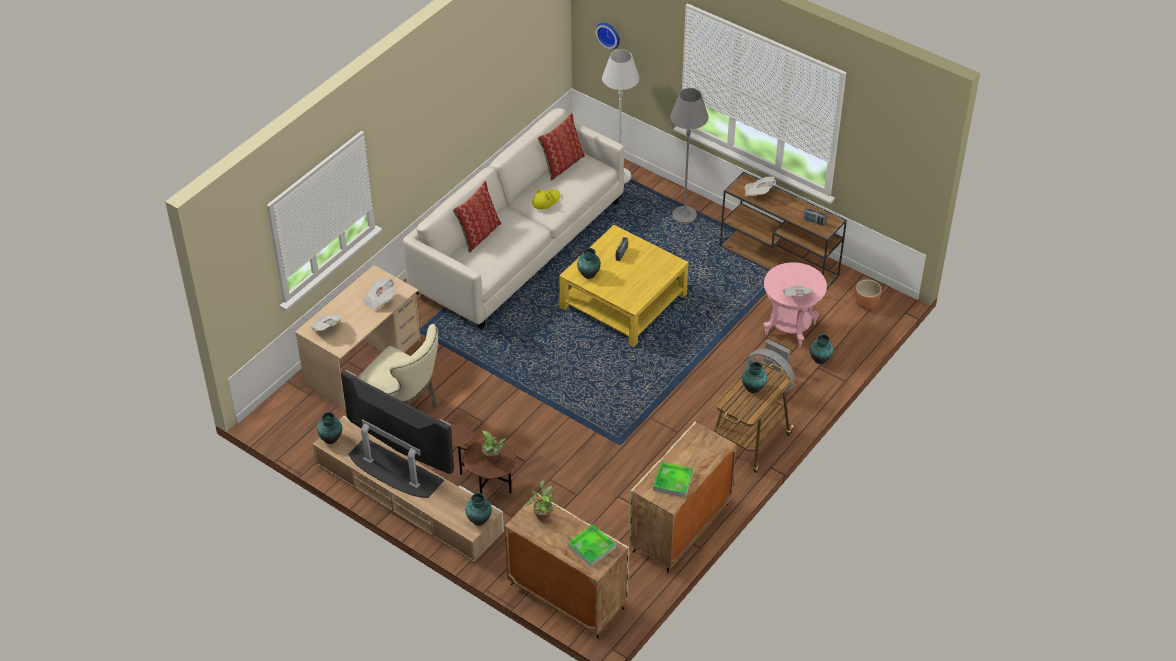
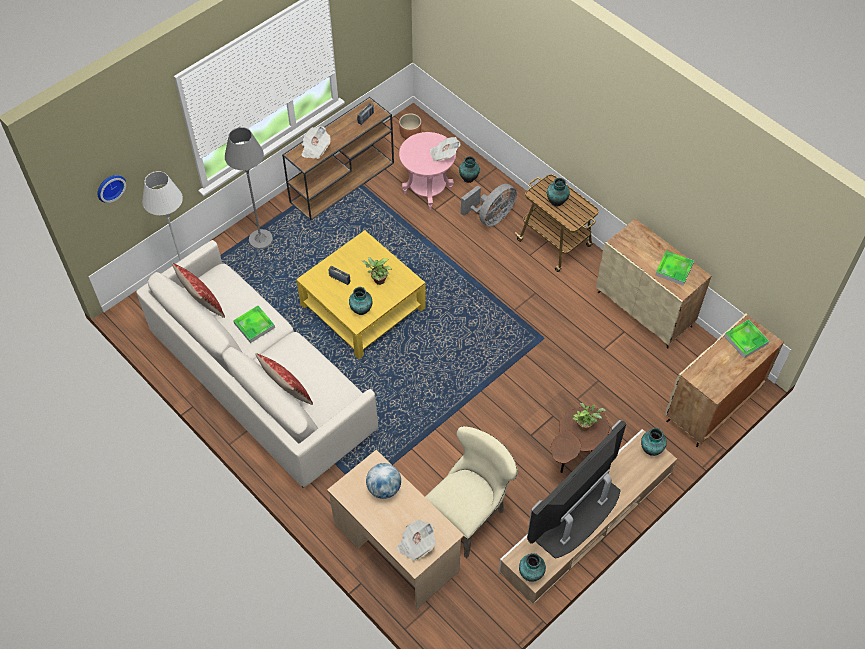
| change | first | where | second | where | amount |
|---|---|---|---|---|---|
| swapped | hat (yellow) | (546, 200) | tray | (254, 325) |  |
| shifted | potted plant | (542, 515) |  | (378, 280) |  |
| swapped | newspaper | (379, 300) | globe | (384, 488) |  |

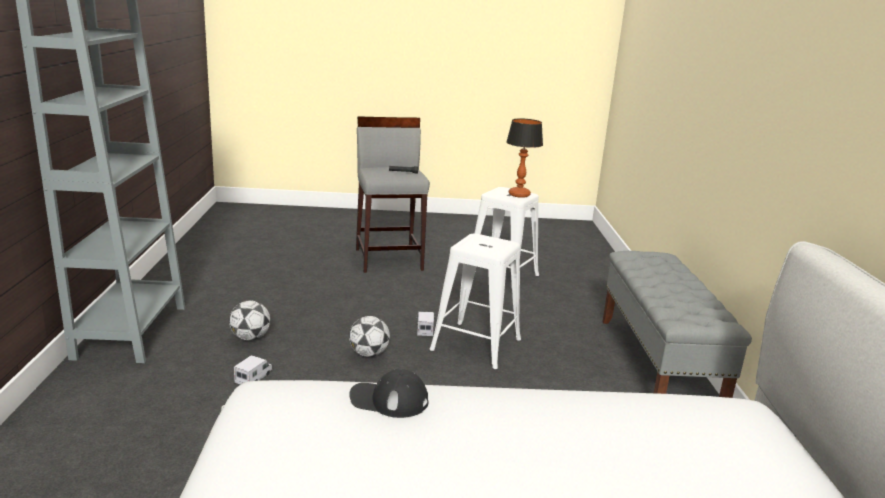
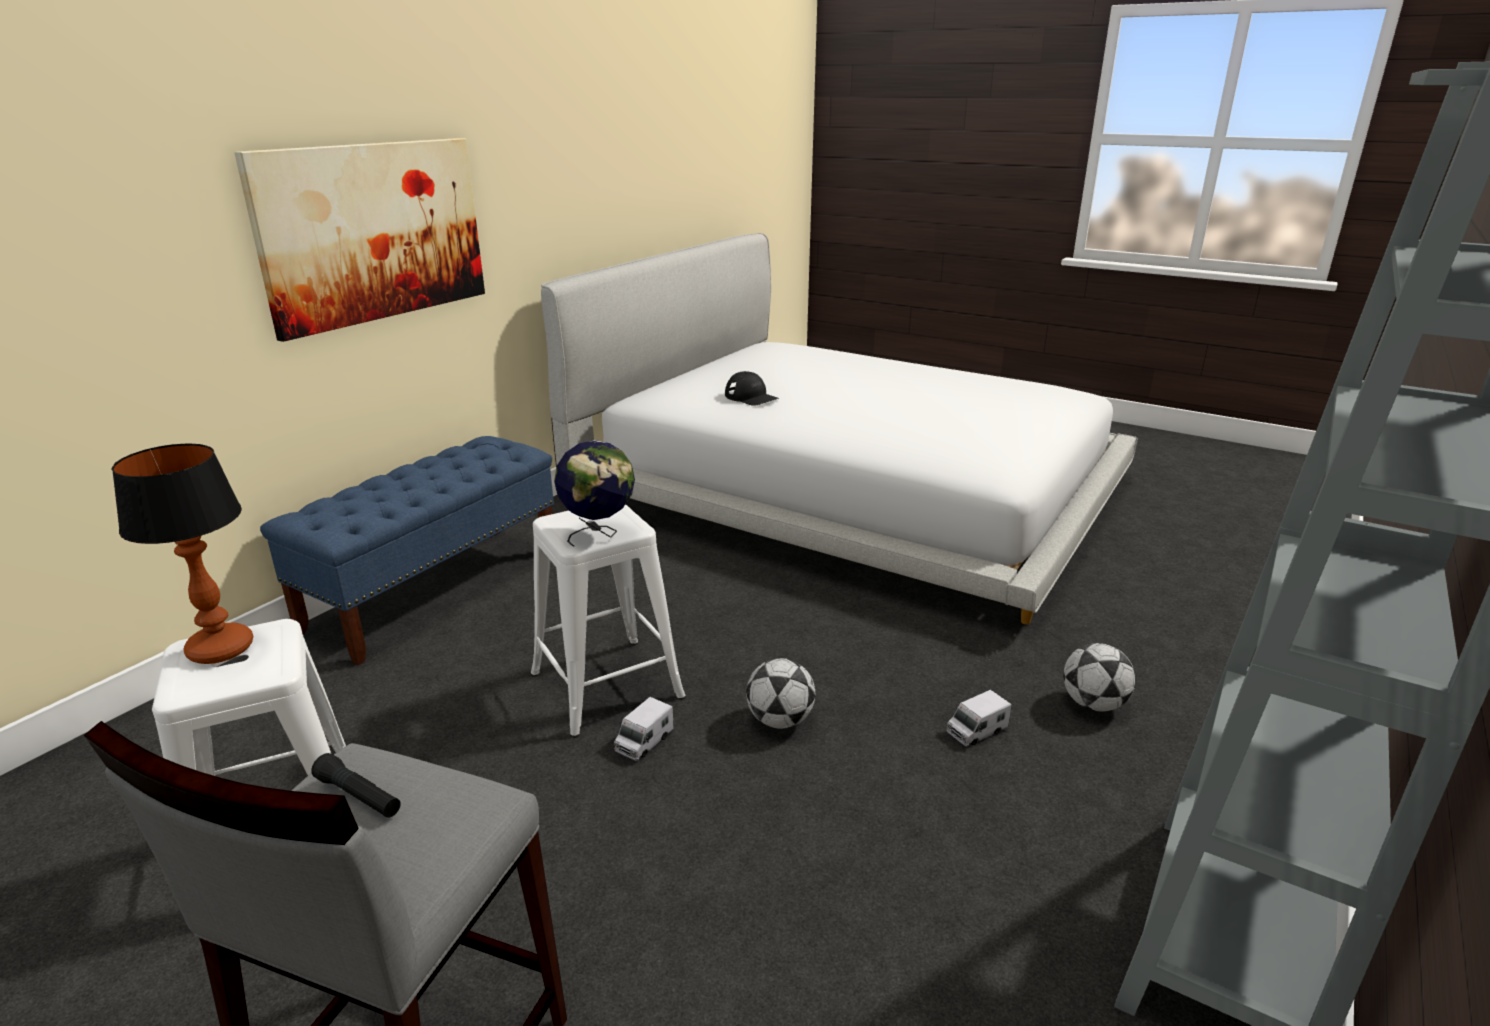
| change | first | where | second | where | amount |
|---|---|---|---|---|---|
| new |  |  | picture | (374, 232) |  |
| repainted | bench (grey) | (657, 364) | bench (blue) | (436, 589) |  |
| new |  |  | globe | (599, 534) |  |
| shifted | cap (black) | (388, 400) |  | (751, 397) |  |
| shifted | football | (250, 338) |  | (1093, 704) |  |

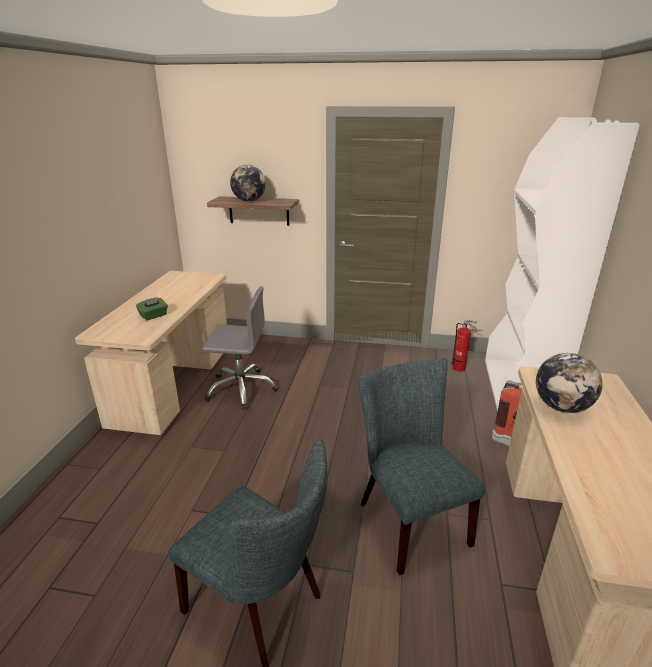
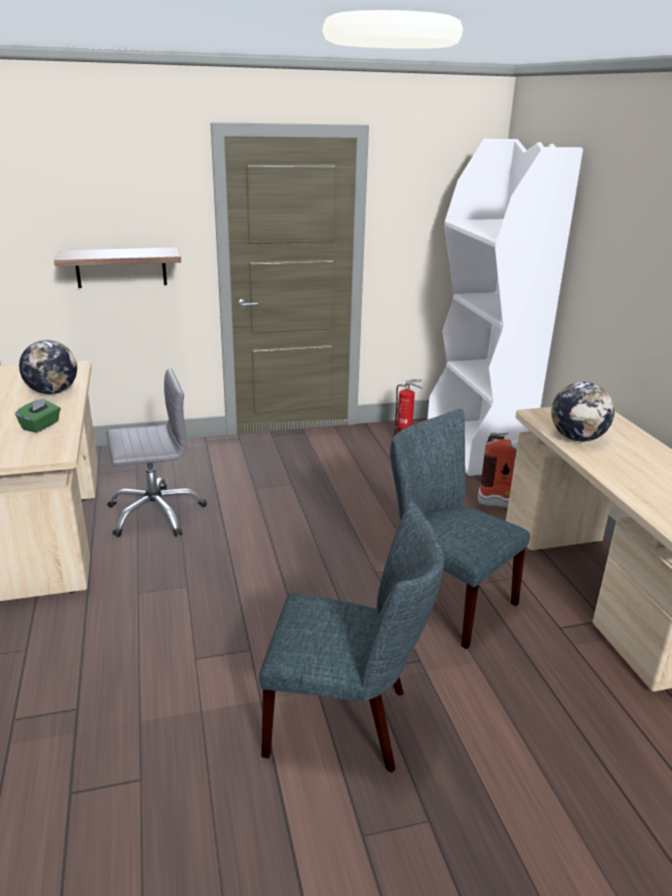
| change | first | where | second | where | amount |
|---|---|---|---|---|---|
| shifted | globe | (249, 201) |  | (52, 392) |  |

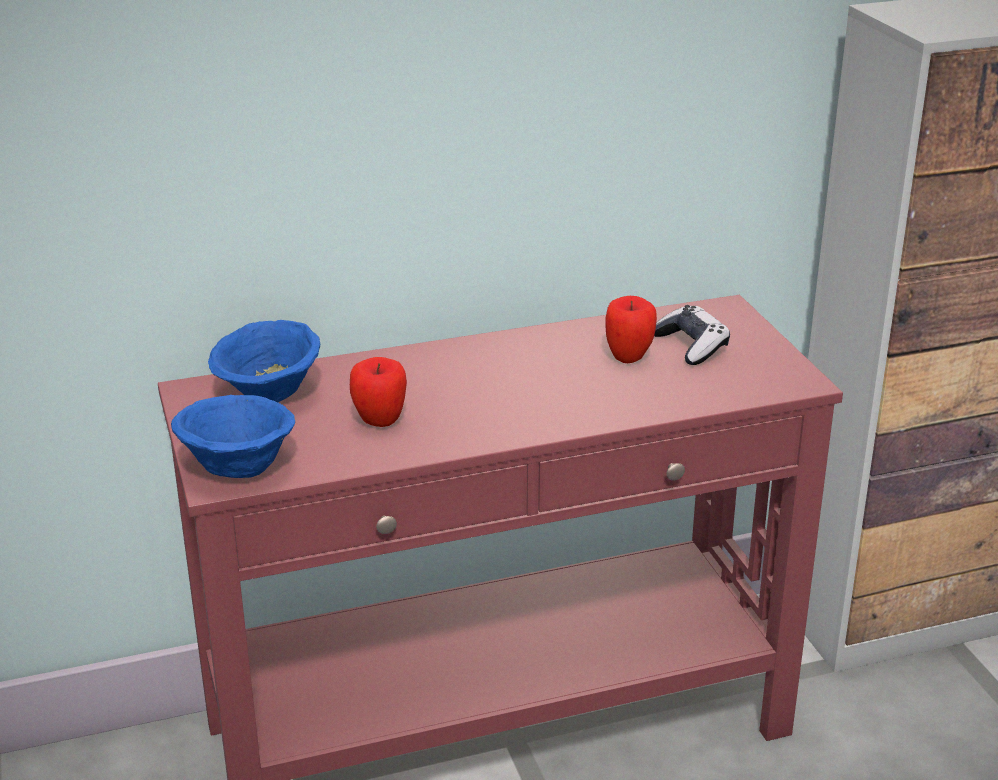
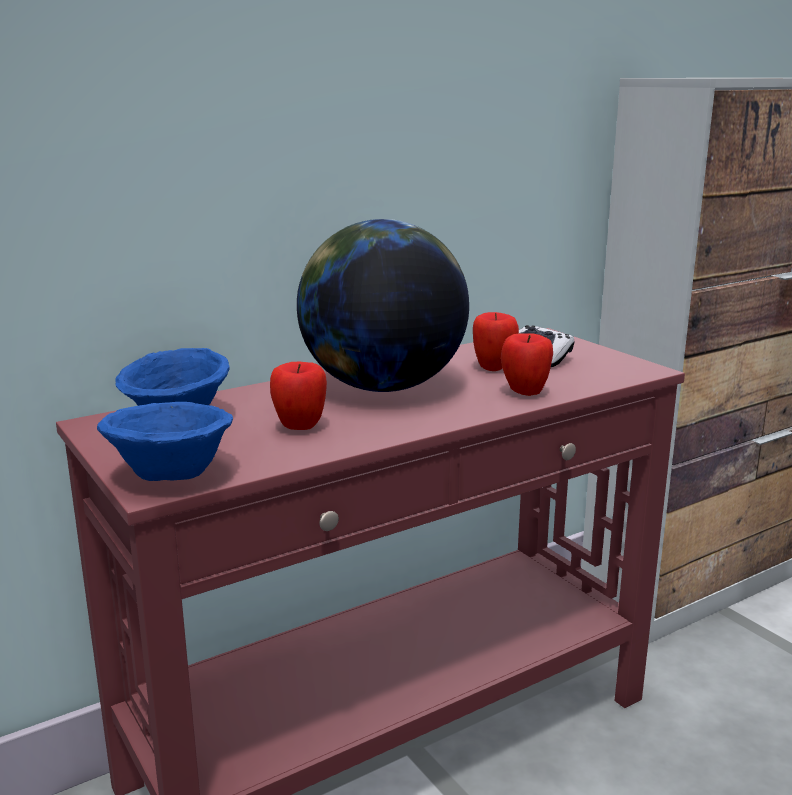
| change | first | where | second | where | amount |
|---|---|---|---|---|---|
| new |  |  | globe | (382, 387) |  |
| new |  |  | apple | (525, 393) |  |

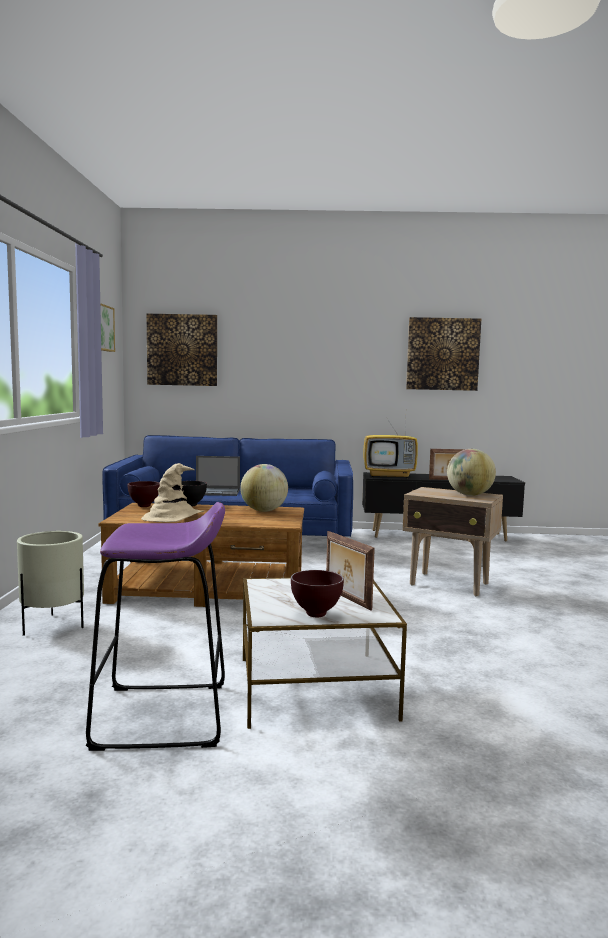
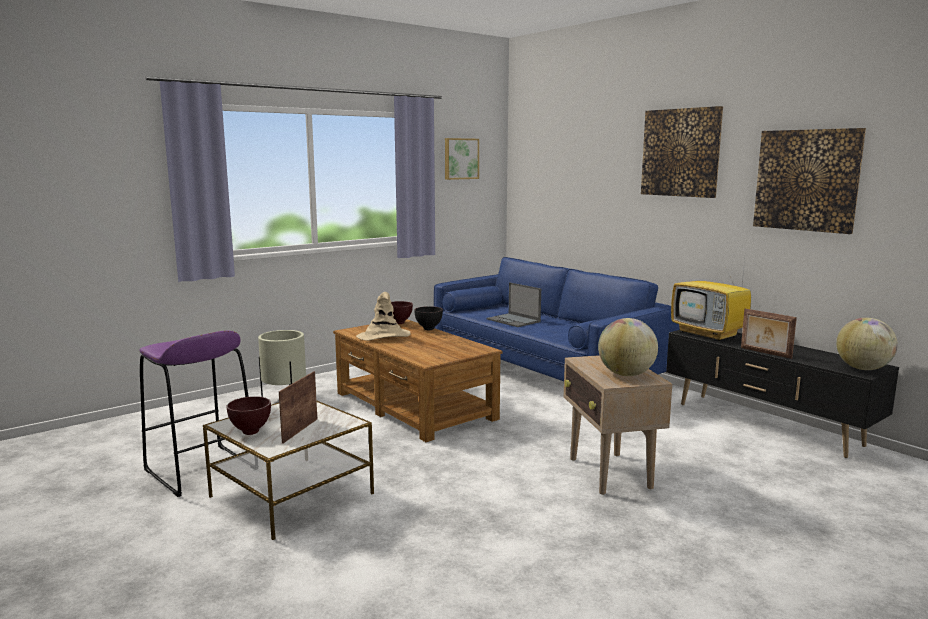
| change | first | where | second | where | amount |
|---|---|---|---|---|---|
| shifted | picture | (182, 350) |  | (681, 152) |  |
| shifted | globe | (264, 511) |  | (863, 369) |  |

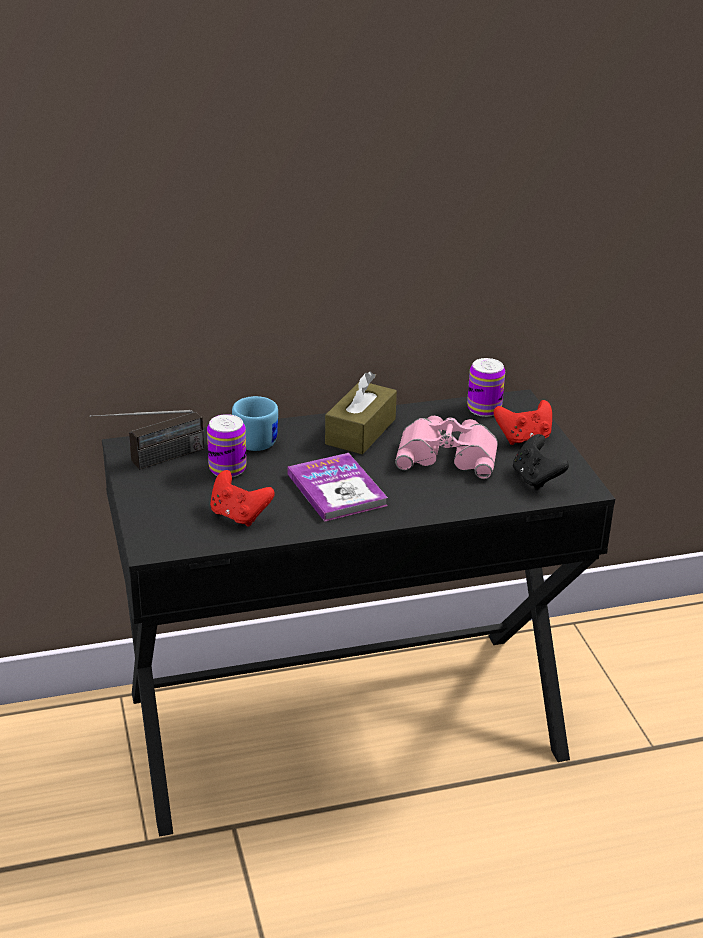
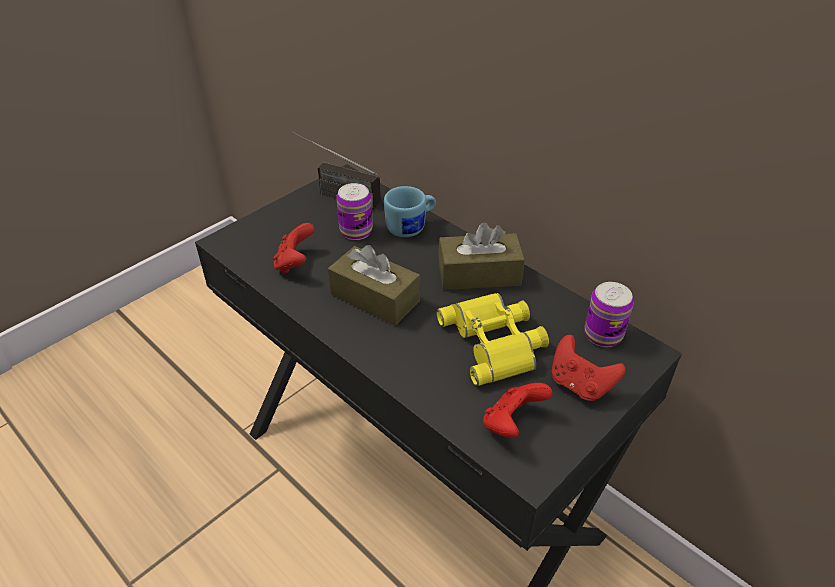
| change | first | where | second | where | amount |
|---|---|---|---|---|---|
| swapped | book | (336, 489) | tissue box (brown) | (375, 298) |  |
| repainted | binoculars (pink) | (448, 454) | binoculars (yellow) | (495, 342) |  |
| repainted | game controller (black) | (536, 479) | game controller (red) | (512, 423) |  |

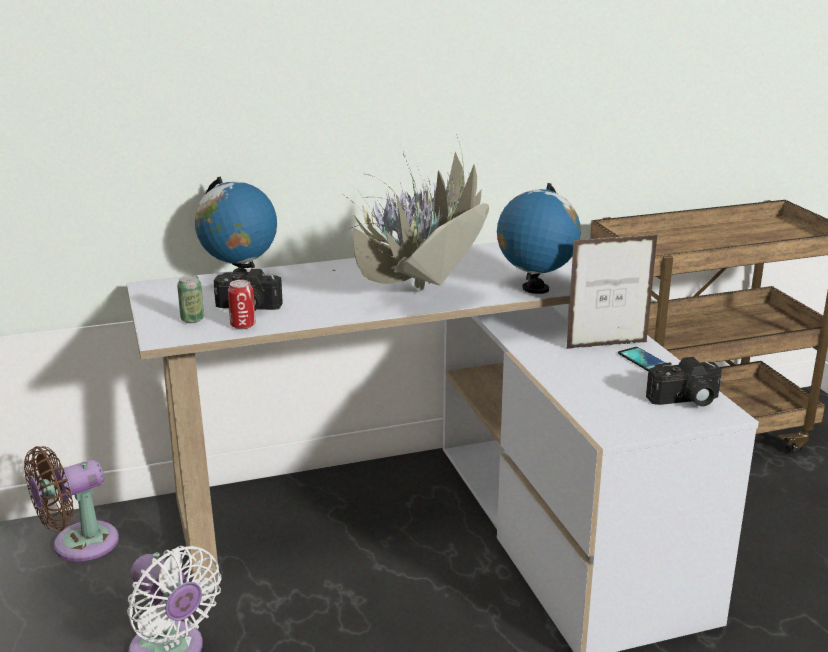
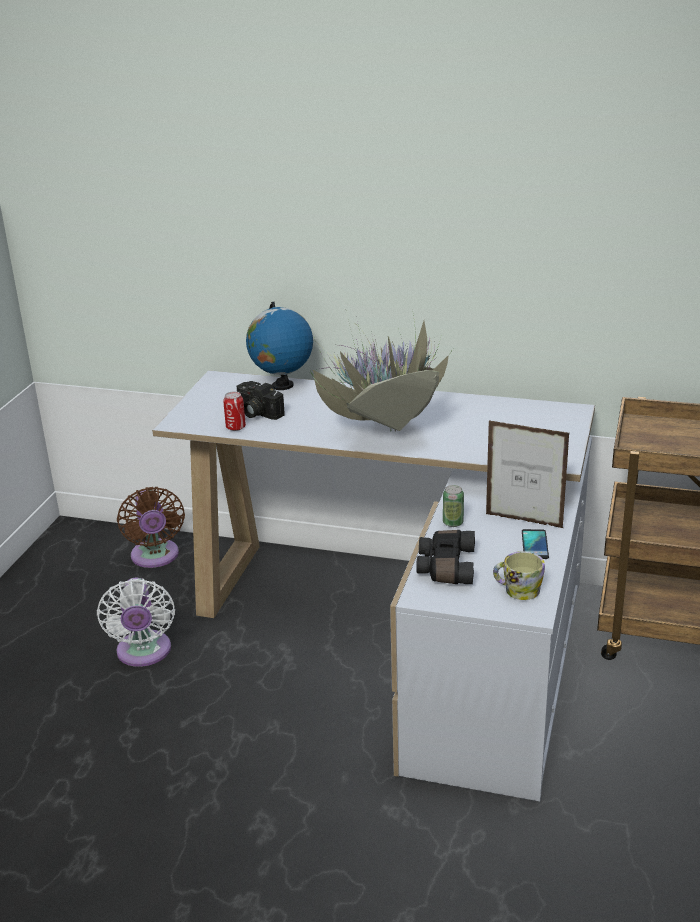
| change | first | where | second | where | amount |
|---|---|---|---|---|---|
| rotated | fan (brown) | (78, 545) |  | (155, 557) | 105 degrees counterclockwise |
| new |  |  | binoculars (black) | (445, 567) |  |
| shifted | can | (192, 319) |  | (453, 523) |  |
| swapped | photo camera | (685, 400) | mug | (517, 590) |  |
| gone | globe | (535, 289) |  |  |  |

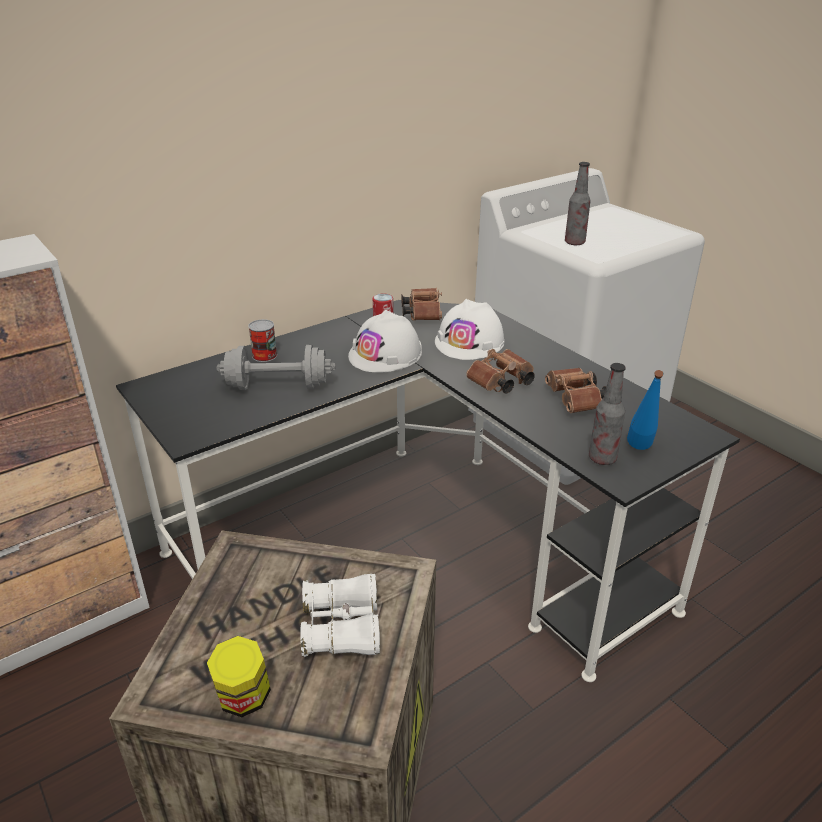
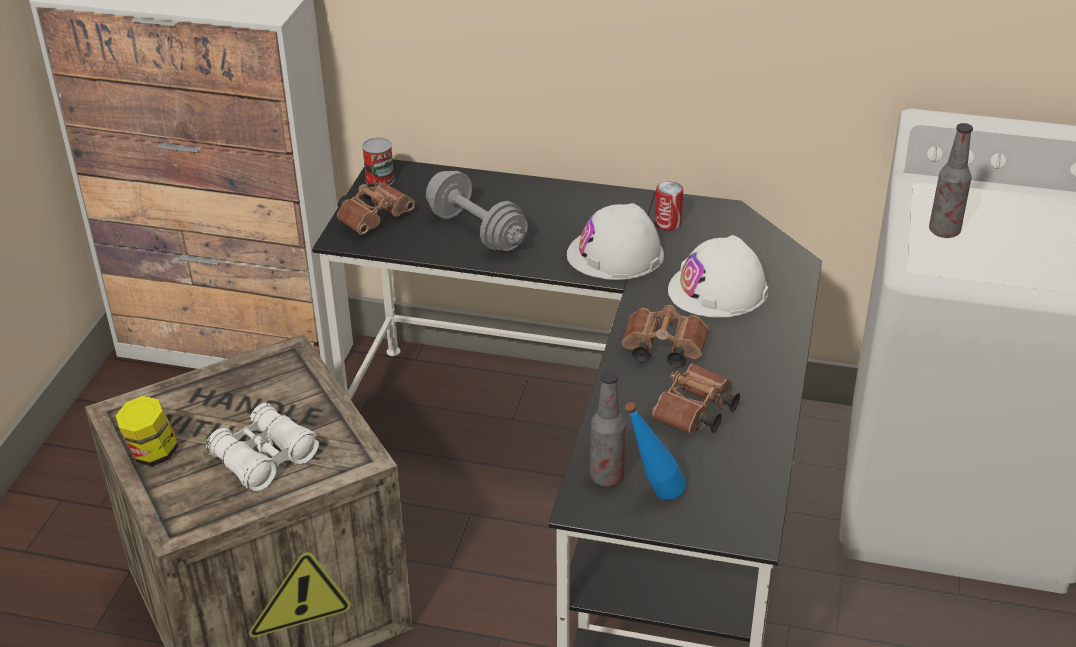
| change | first | where | second | where | amount |
|---|---|---|---|---|---|
| shifted | binoculars (brown) | (422, 313) |  | (376, 218) |  |
| shifted | can | (264, 356) |  | (380, 180) |  |

